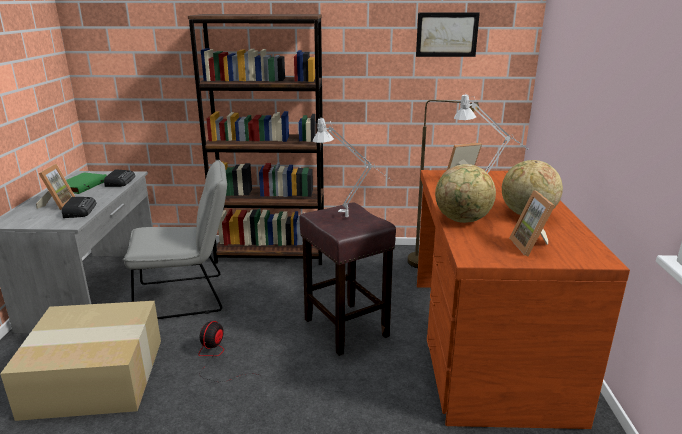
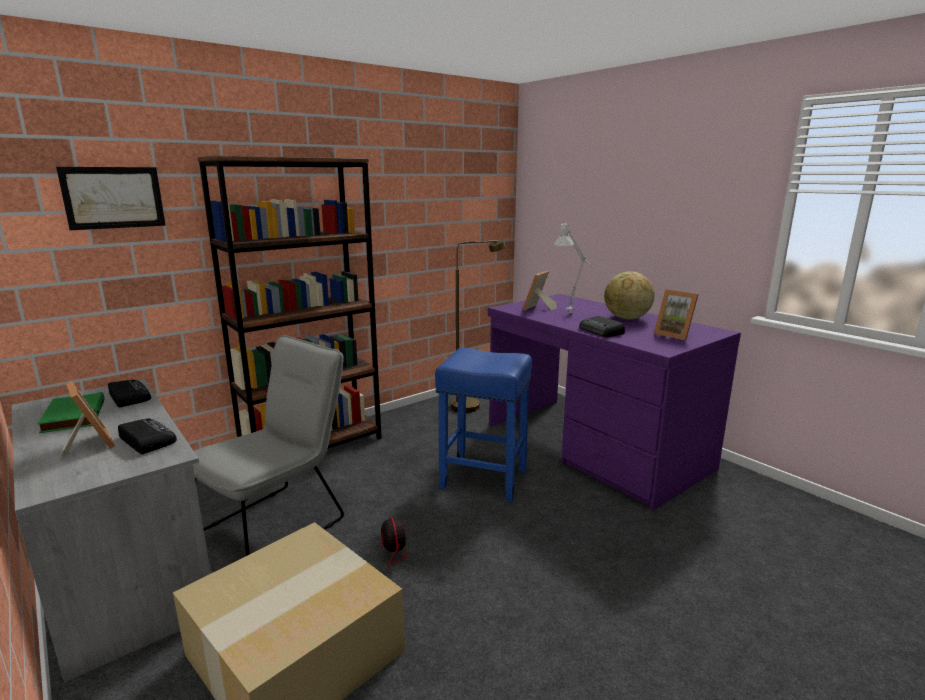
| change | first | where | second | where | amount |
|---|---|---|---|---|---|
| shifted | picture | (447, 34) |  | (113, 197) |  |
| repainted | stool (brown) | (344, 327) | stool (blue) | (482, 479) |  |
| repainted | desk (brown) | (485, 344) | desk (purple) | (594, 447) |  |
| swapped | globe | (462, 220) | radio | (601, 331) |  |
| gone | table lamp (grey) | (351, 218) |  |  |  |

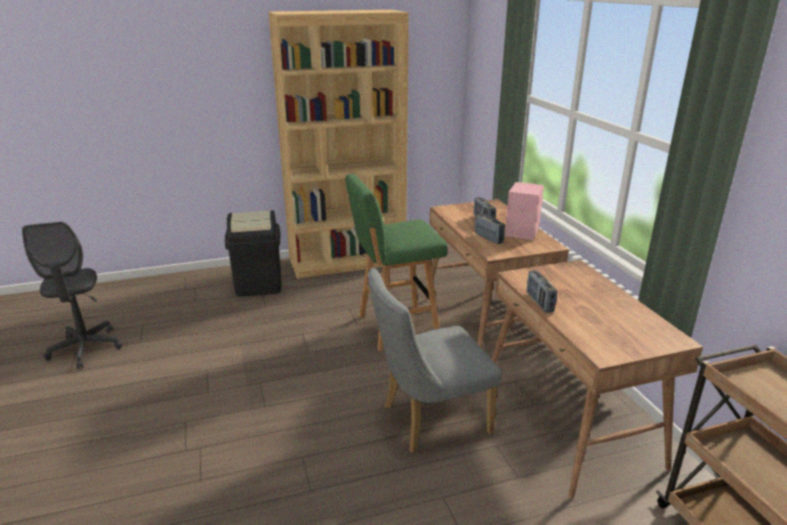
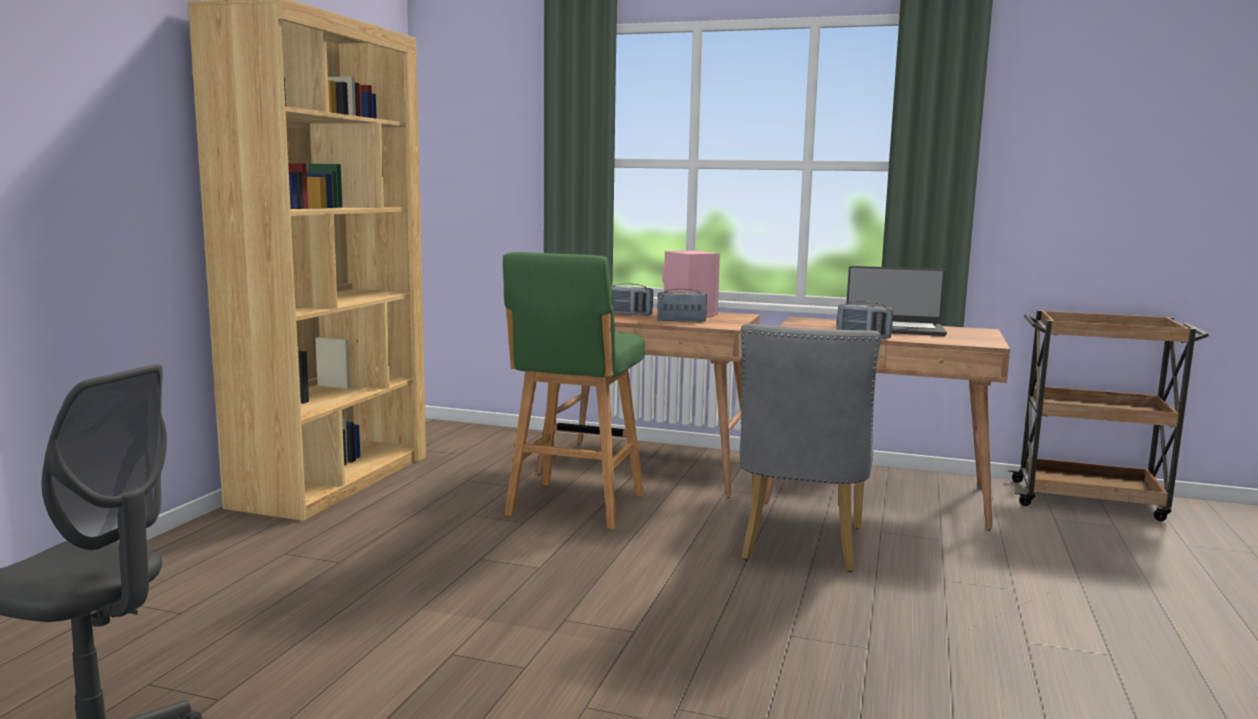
| change | first | where | second | where | amount |
|---|---|---|---|---|---|
| new |  |  | laptop | (893, 329) |  |
| gone | trash can (black) | (258, 285) |  |  |  |

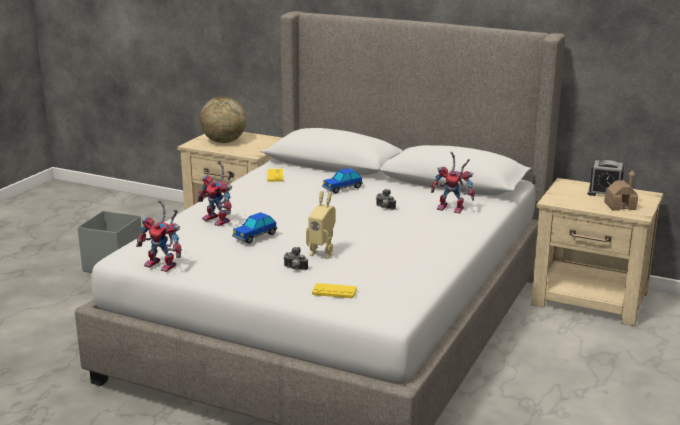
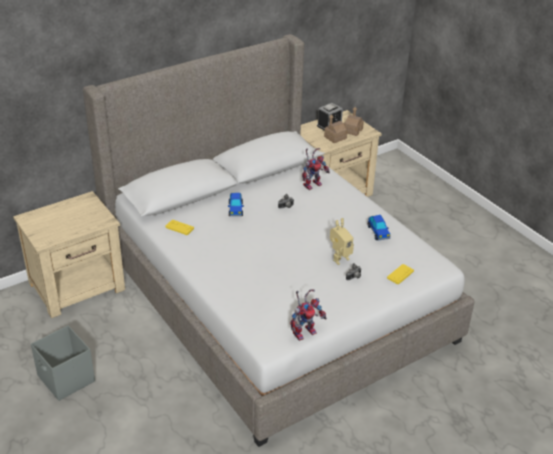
| change | first | where | second | where | amount |
|---|---|---|---|---|---|
| new |  |  | toy house | (335, 137) |  |
| shifted | toy car | (255, 236) |  | (378, 232) |  |
| gone | toy robot | (219, 221) |  |  |  |
| gone | globe | (224, 141) |  |  |  |

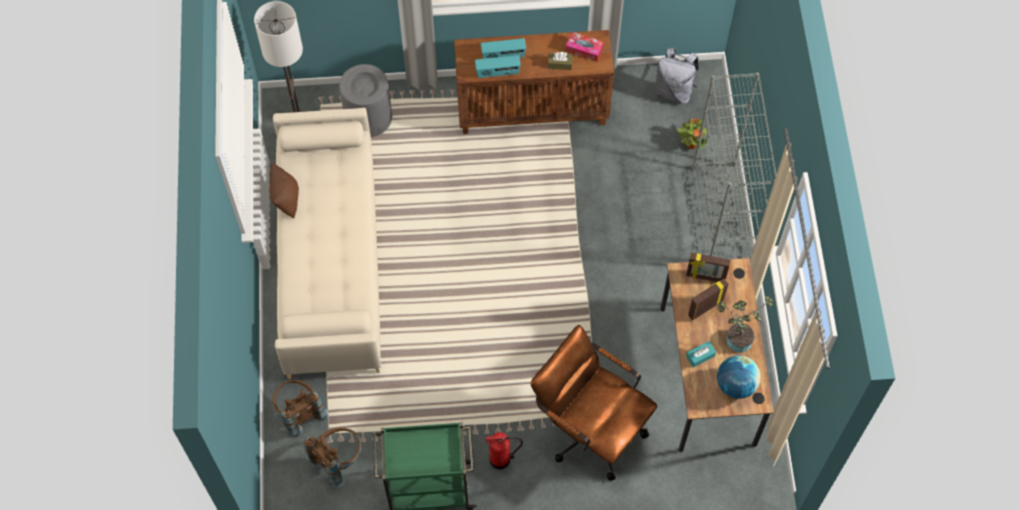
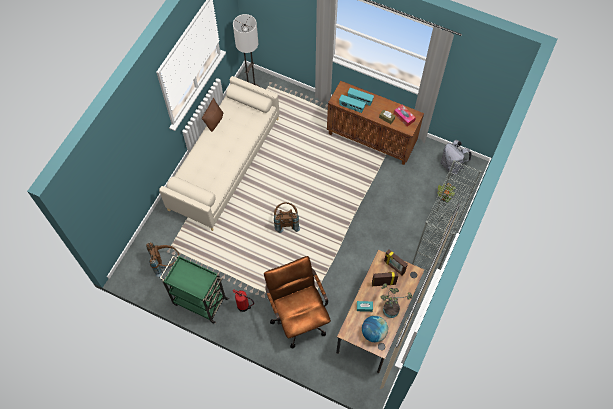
| change | first | where | second | where | amount |
|---|---|---|---|---|---|
| shifted | backpack (brown) | (299, 413) |  | (286, 222) |  |
| gone | trash can (grey) | (368, 117) |  |  |  |

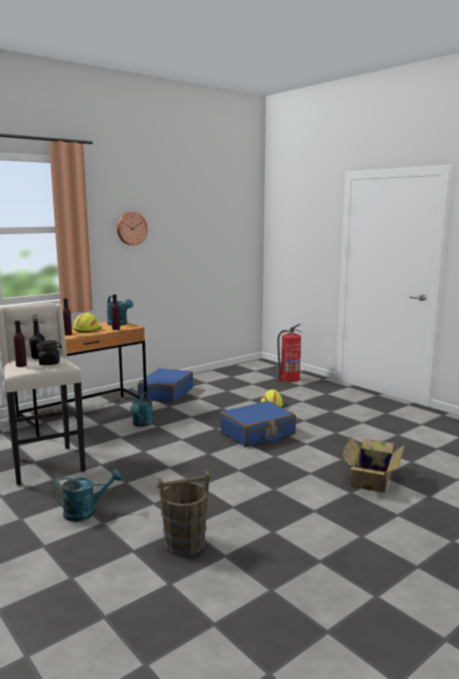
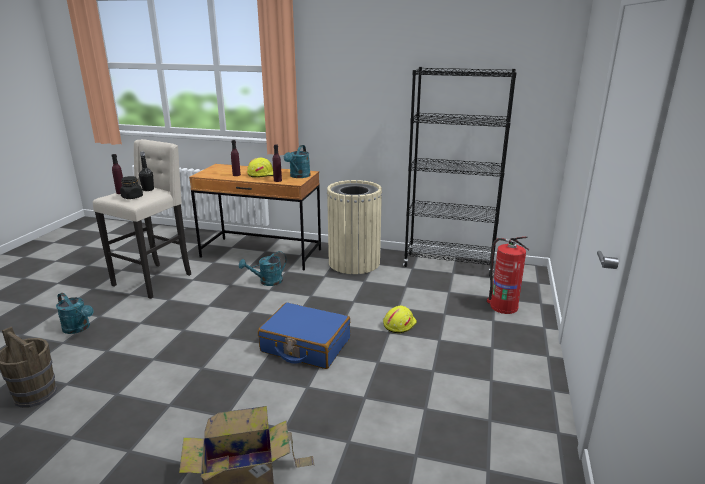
| change | first | where | second | where | amount |
|---|---|---|---|---|---|
| swapped | suitcase (blue) | (166, 393) | trash can (beige) | (354, 263) |  |
| new |  |  | bookcase (black) | (449, 265) |  |
| gone | wall clock | (131, 228) |  |  |  |

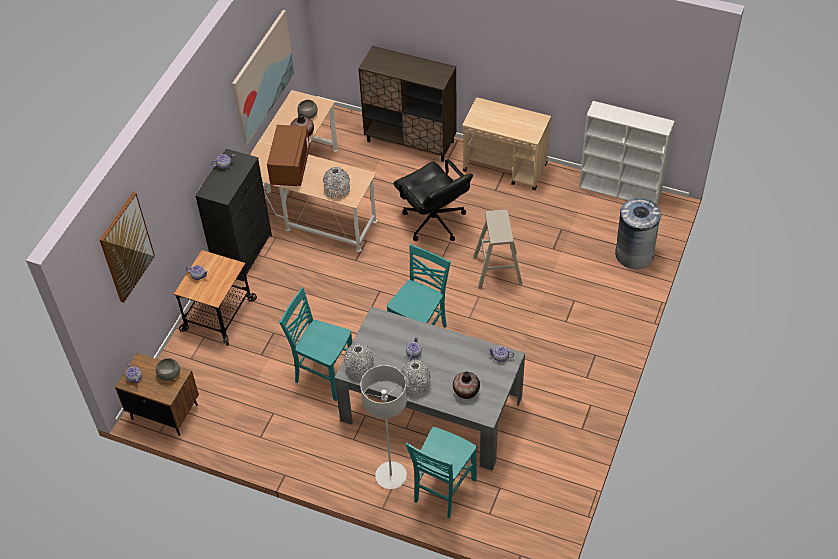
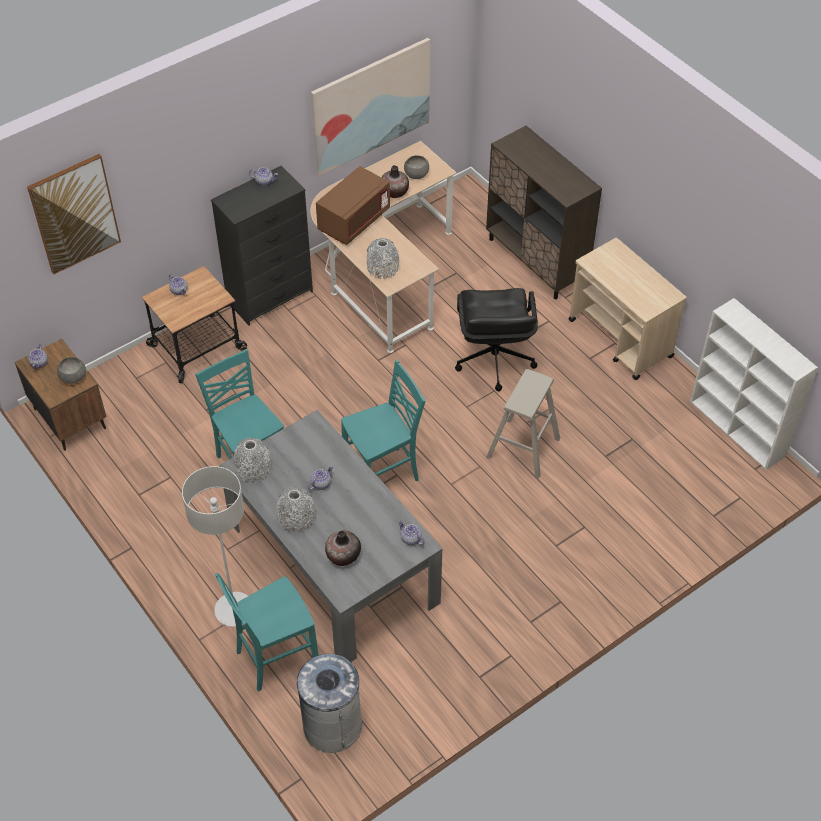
| change | first | where | second | where | amount |
|---|---|---|---|---|---|
| shifted | trash can (grey) | (634, 254) |  | (332, 725) |  |

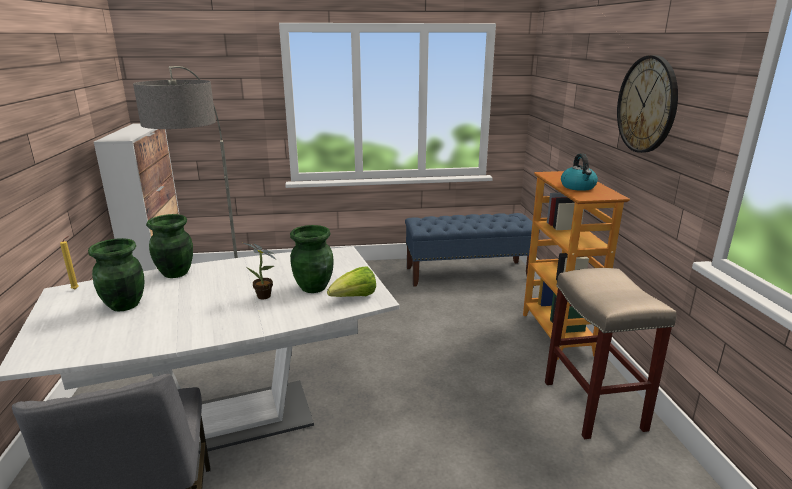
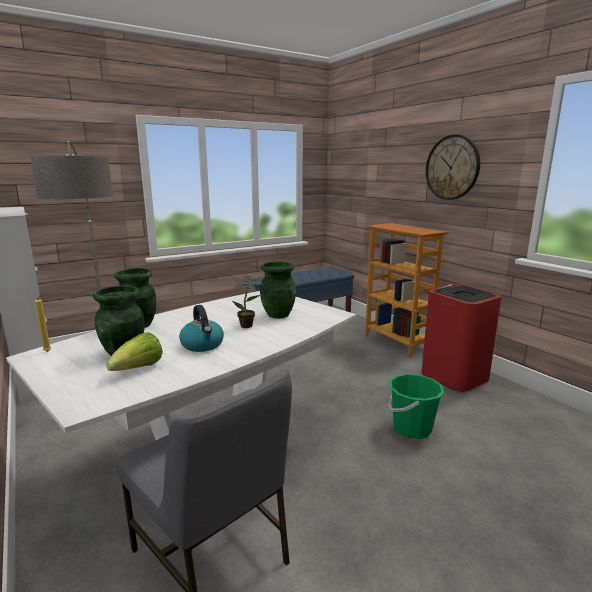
| change | first | where | second | where | amount |
|---|---|---|---|---|---|
| shifted | lettuce | (354, 298) |  | (138, 369) |  |
| shifted | kettle | (578, 187) |  | (203, 345) |  |
| new |  |  | bucket (green) | (411, 428) |  |
| swapped | stool (beige) | (592, 404) | trash can (red) | (453, 376) |  |

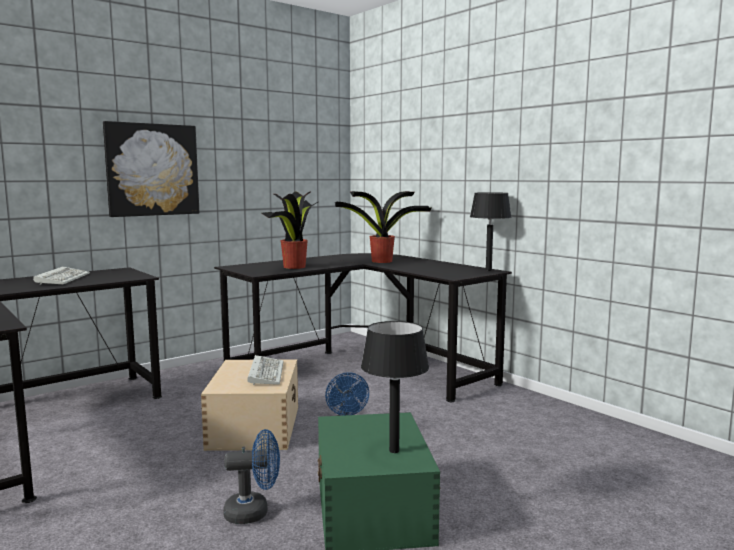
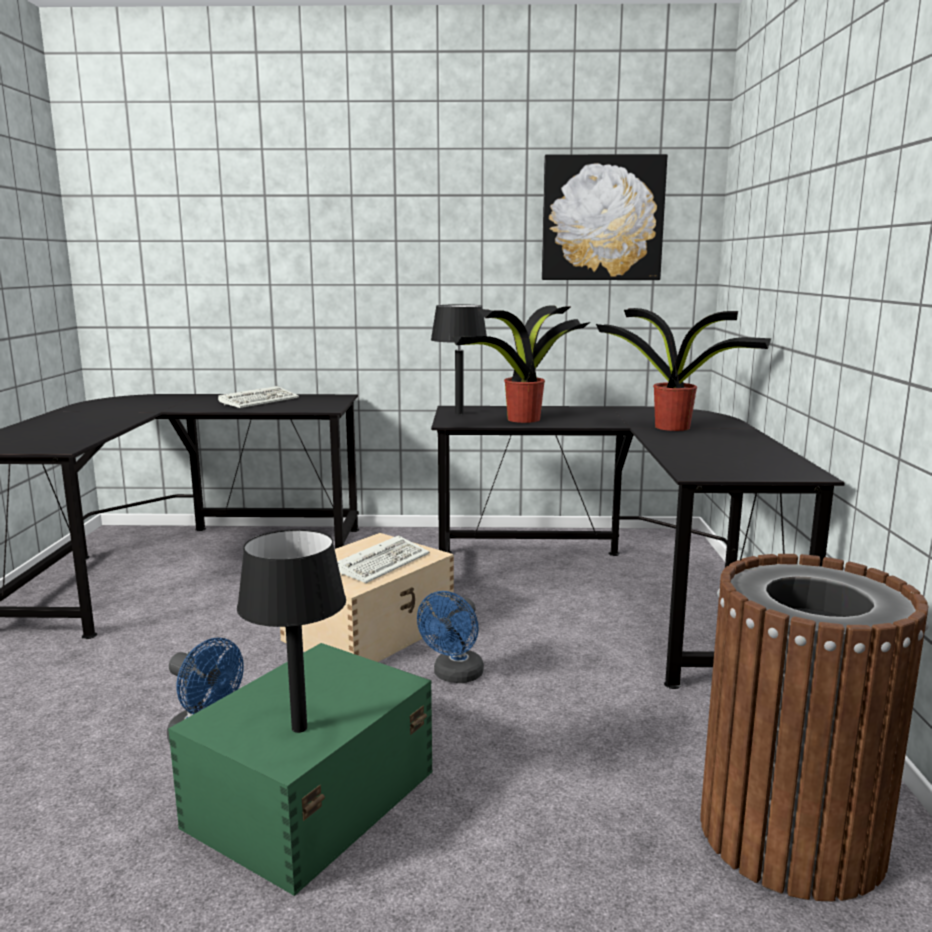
| change | first | where | second | where | amount |
|---|---|---|---|---|---|
| shifted | table lamp (black) | (488, 270) |  | (459, 413) |  |
| shifted | picture | (152, 170) |  | (602, 218) |  |
| new |  |  | trash can (brown) | (791, 835) |  |

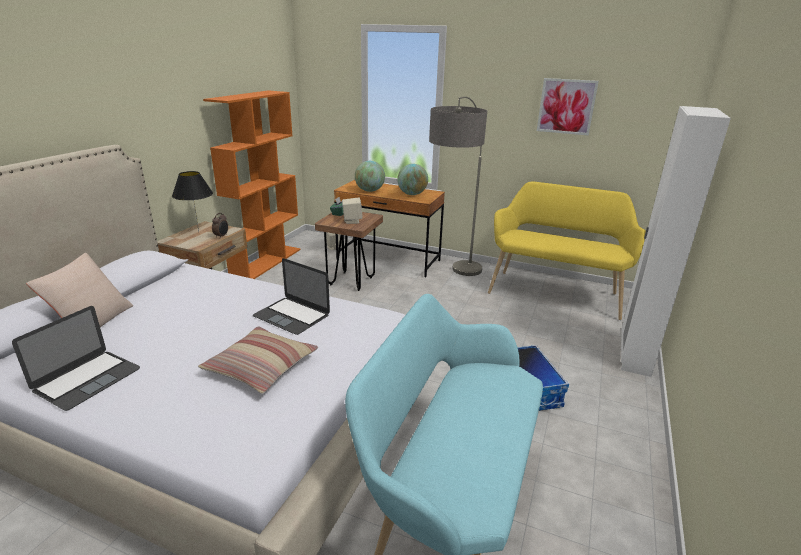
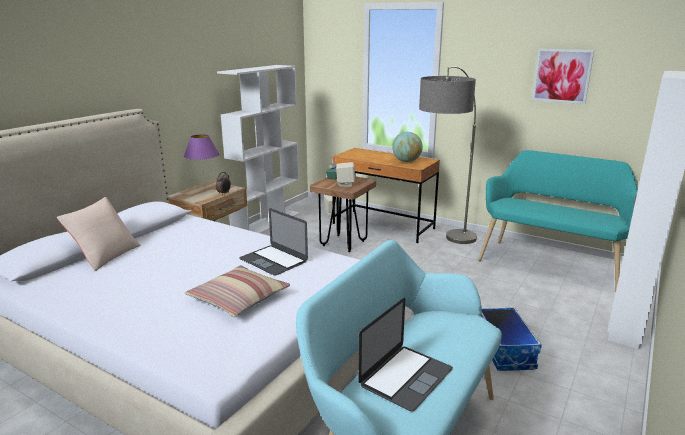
| change | first | where | second | where | amount |
|---|---|---|---|---|---|
| repainted | table lamp (black) | (199, 232) | table lamp (purple) | (205, 189) |  |
| repainted | bookcase (orange) | (266, 262) | bookcase (white) | (267, 223) |  |
| shifted | laptop | (87, 379) |  | (405, 376) |  |
| repainted | bench (yellow) | (555, 292) | bench (turquoise) | (550, 263) |  |
| gone | globe | (369, 191) |  |  |  |

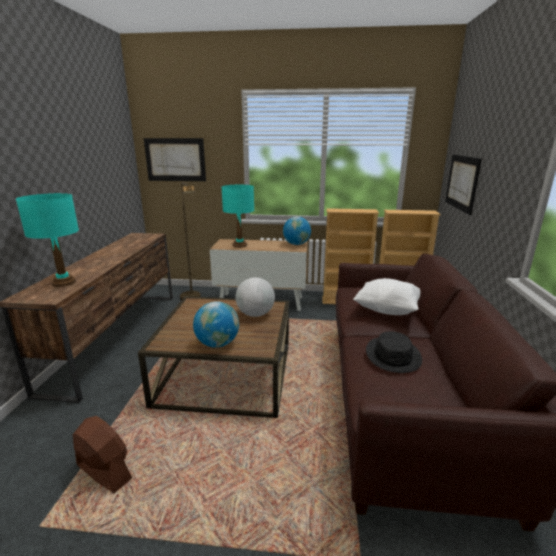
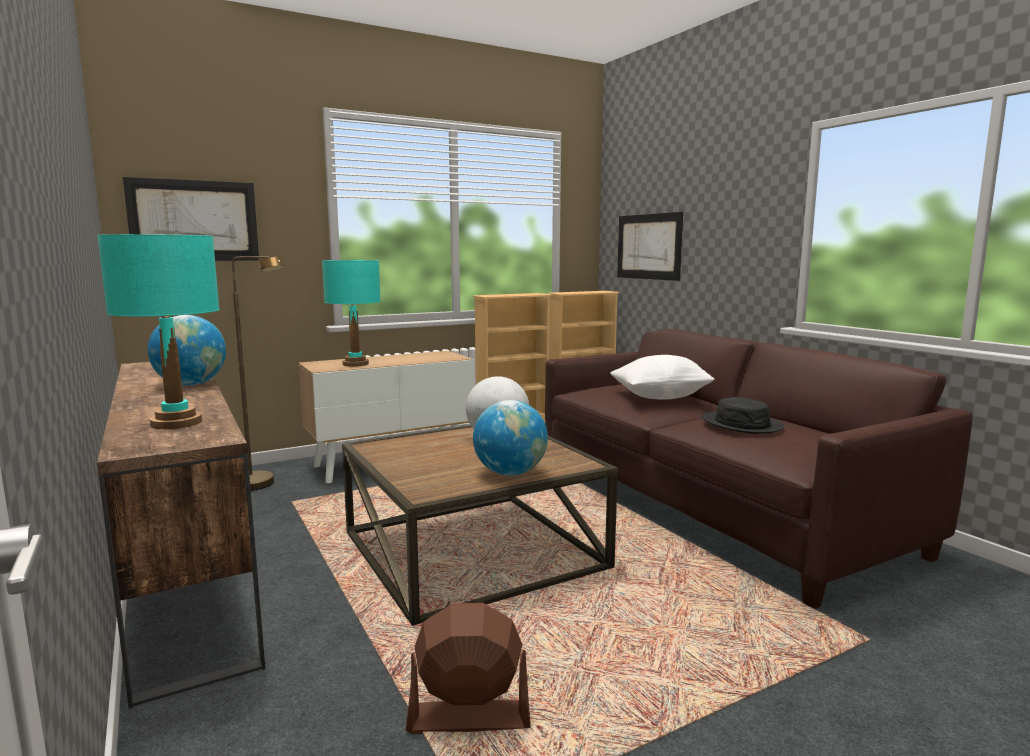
| change | first | where | second | where | amount |
|---|---|---|---|---|---|
| shifted | globe | (296, 244) |  | (191, 384) |  |

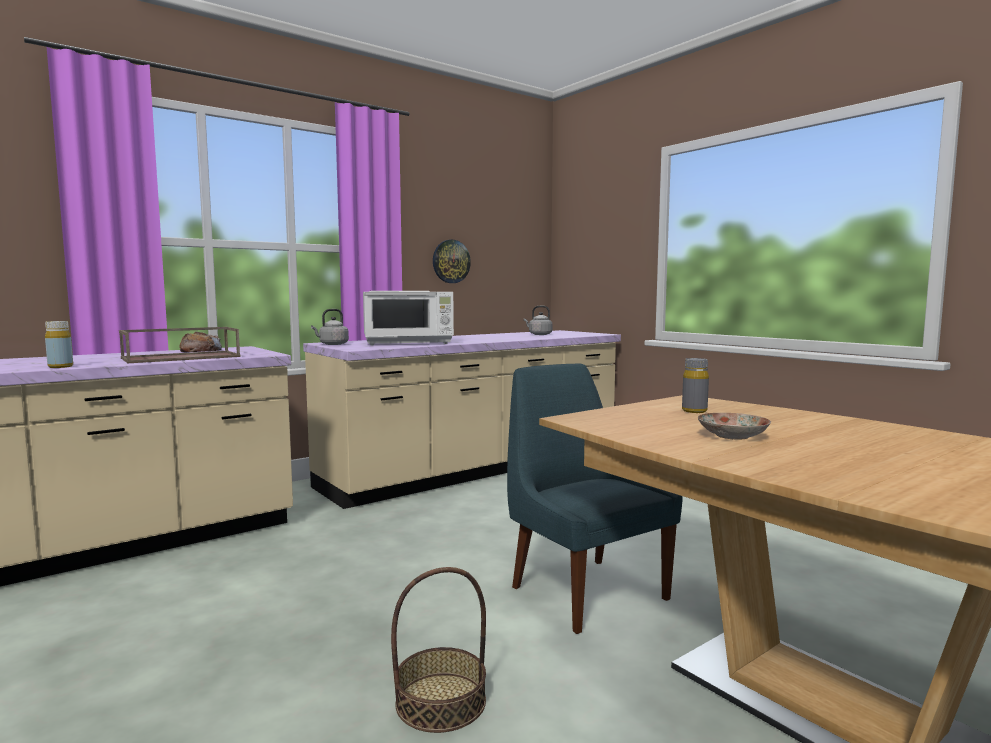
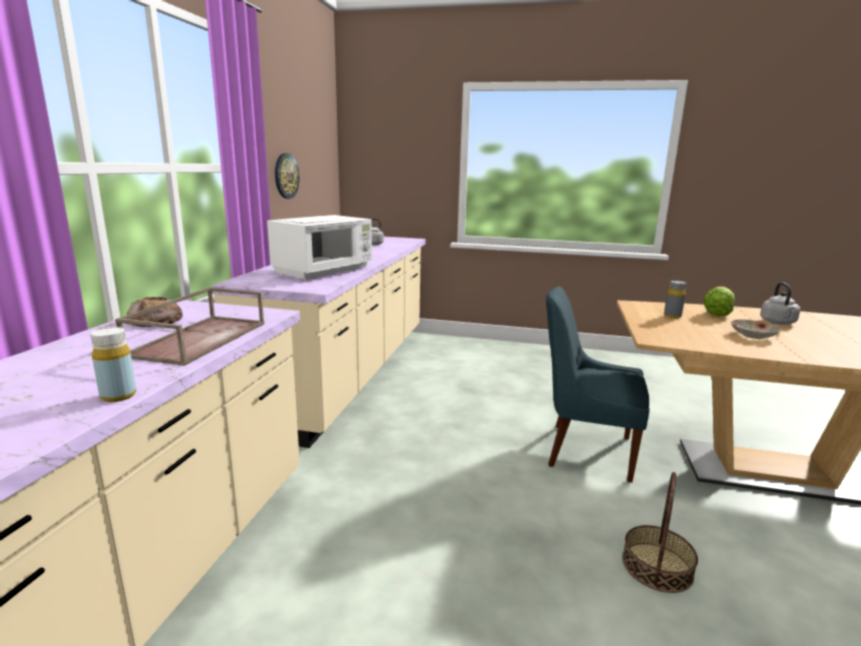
| change | first | where | second | where | amount |
|---|---|---|---|---|---|
| new |  |  | lettuce | (716, 313) |  |
| shifted | kettle (grey) | (332, 344) |  | (778, 322) |  |

